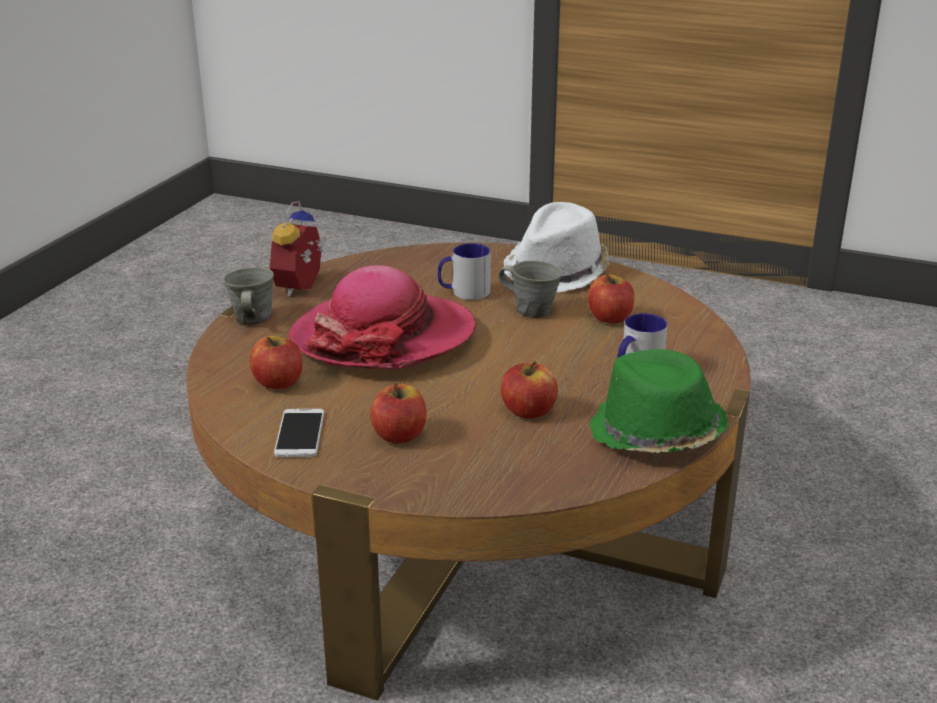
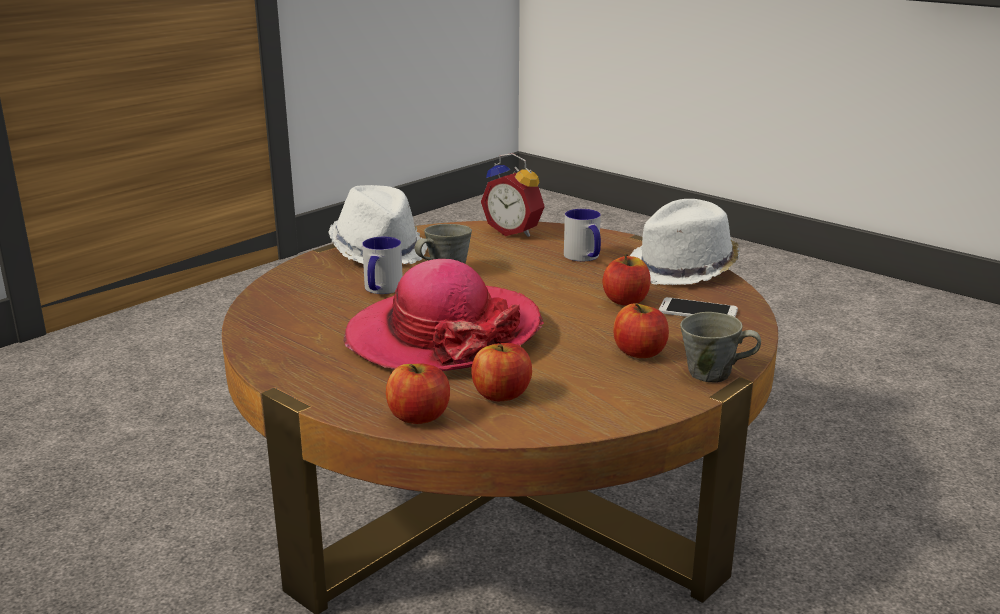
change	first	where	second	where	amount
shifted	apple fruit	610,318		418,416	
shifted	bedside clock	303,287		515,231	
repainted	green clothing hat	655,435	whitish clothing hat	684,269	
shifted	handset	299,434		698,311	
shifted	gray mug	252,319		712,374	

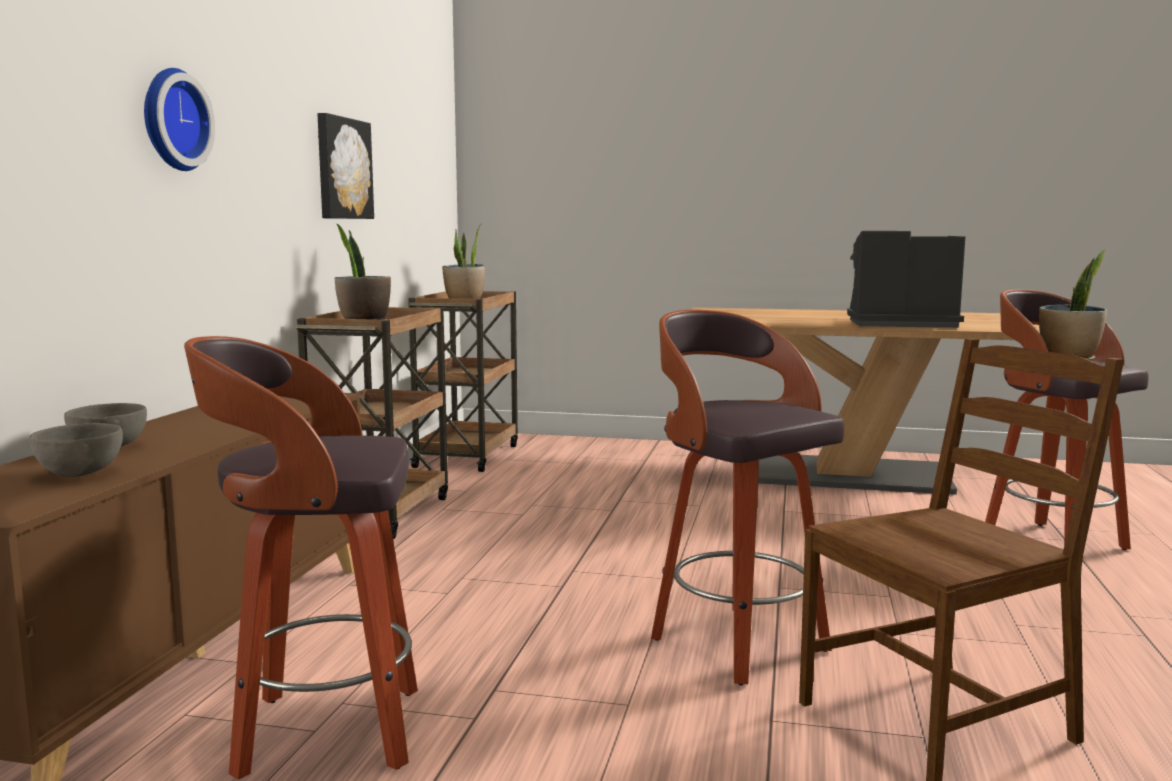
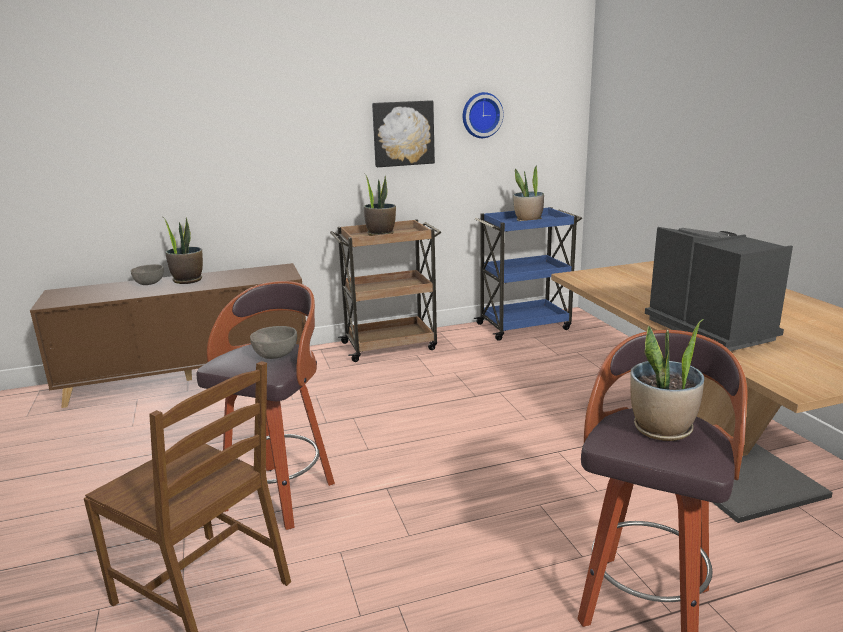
change	first	where	second	where	amount
new			plant in a pot	188,280	
shifted	gray deep dish	78,474		275,356	
shifted	clock on the wall	171,120		481,115	
repainted	brown-coloured cart	467,455	blue cart	525,326	
gone	stool seat	324,733			

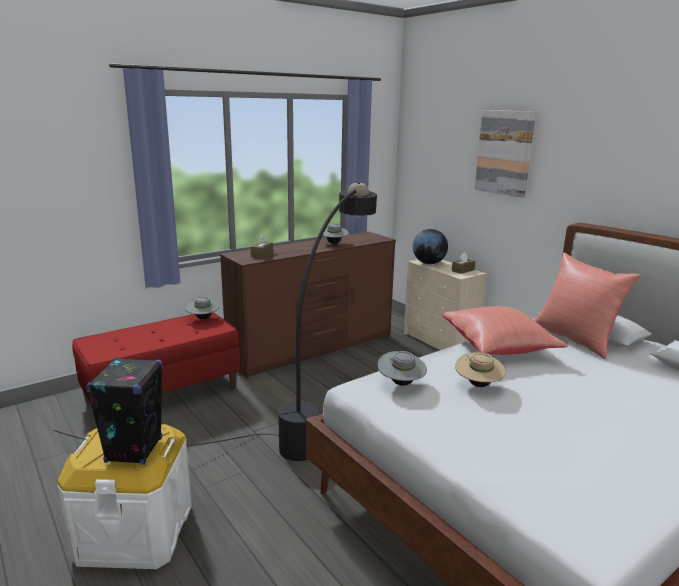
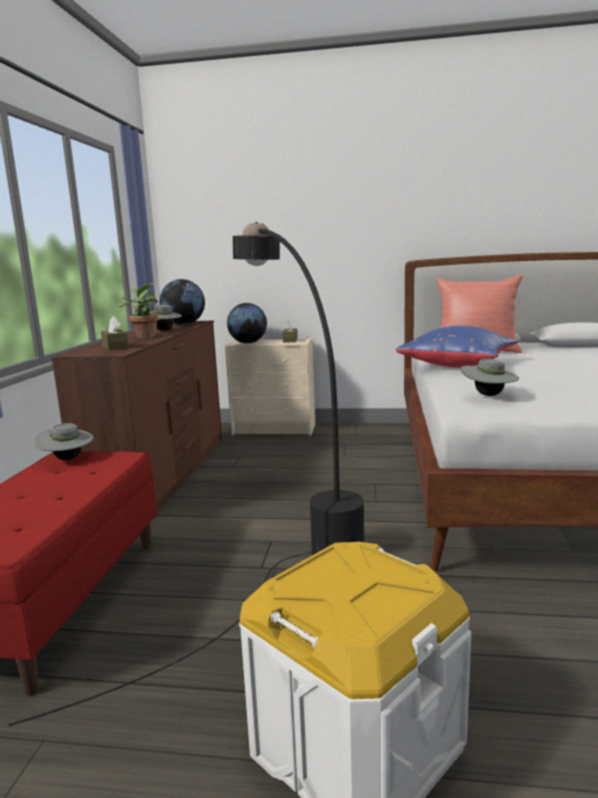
change	first	where	second	where	amount
new			plant in a pot	143,336	
new			world globe	184,324	
repainted	red pillow	499,347	blue pillow	458,365	
gone	black-coloured loudspeaker	134,450			
gone	sand-coloured clothing hat	478,385			
gone	wall picture	504,152			

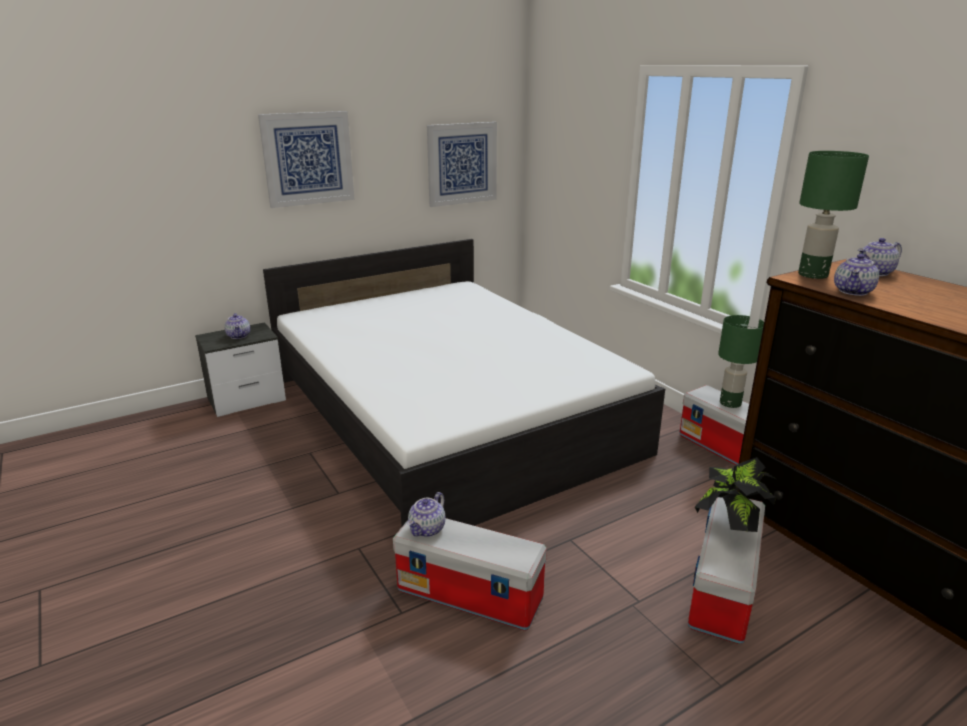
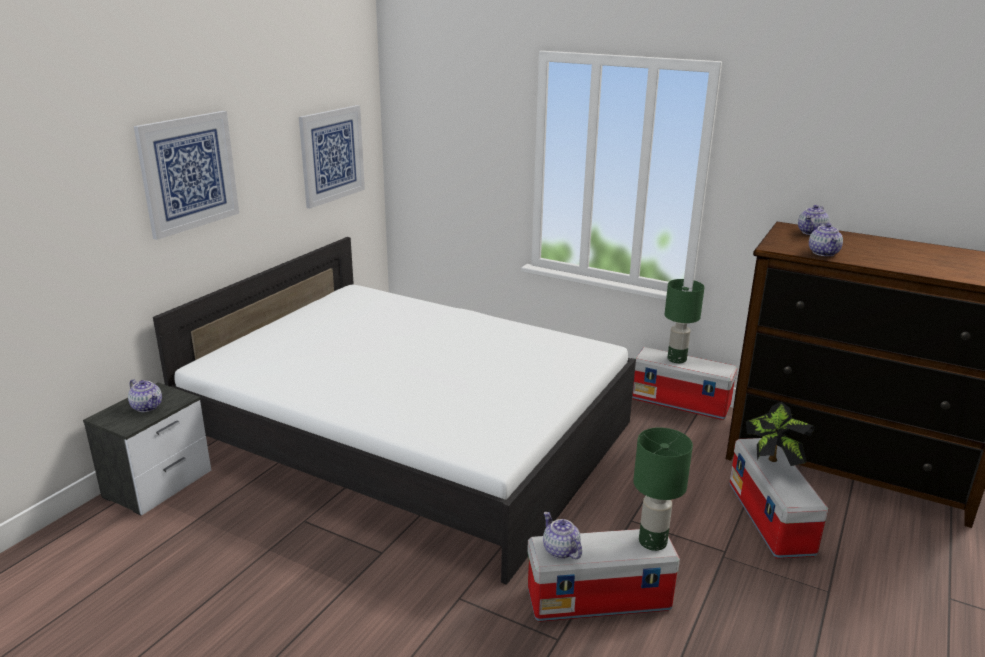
change	first	where	second	where	amount
rotated	tea pot	427,529		560,550	150 degrees clockwise
shifted	green tabletop lamp	812,275		651,542	

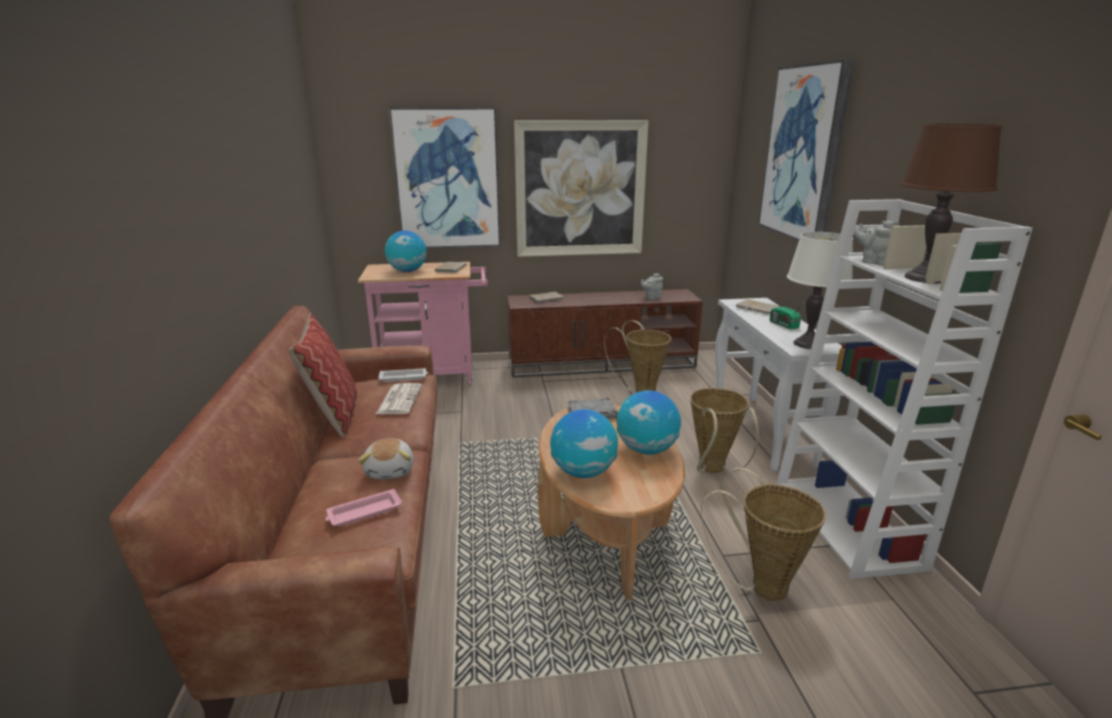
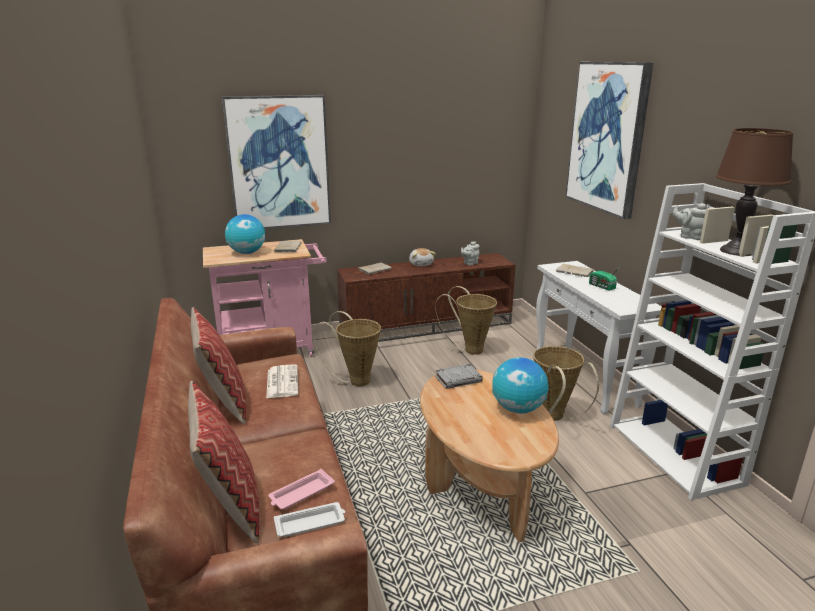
change	first	where	second	where	amount
new			pillow	230,506	
shifted	whitish carrying tray	404,377		311,523	
shifted	storage basket	760,585		355,380	
shifted	soft toy	391,470		421,264	
gone	wall picture	580,189			
gone	world globe	583,472			
gone	whitish tabletop lamp	808,344			

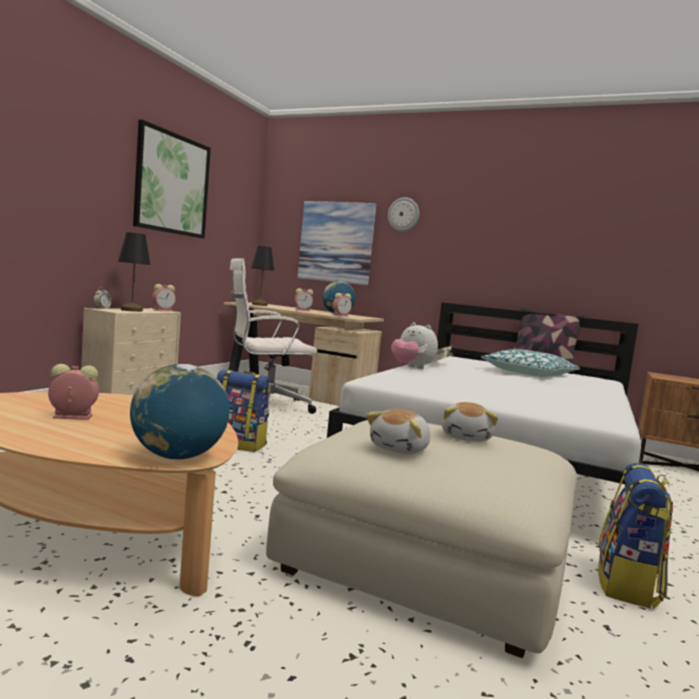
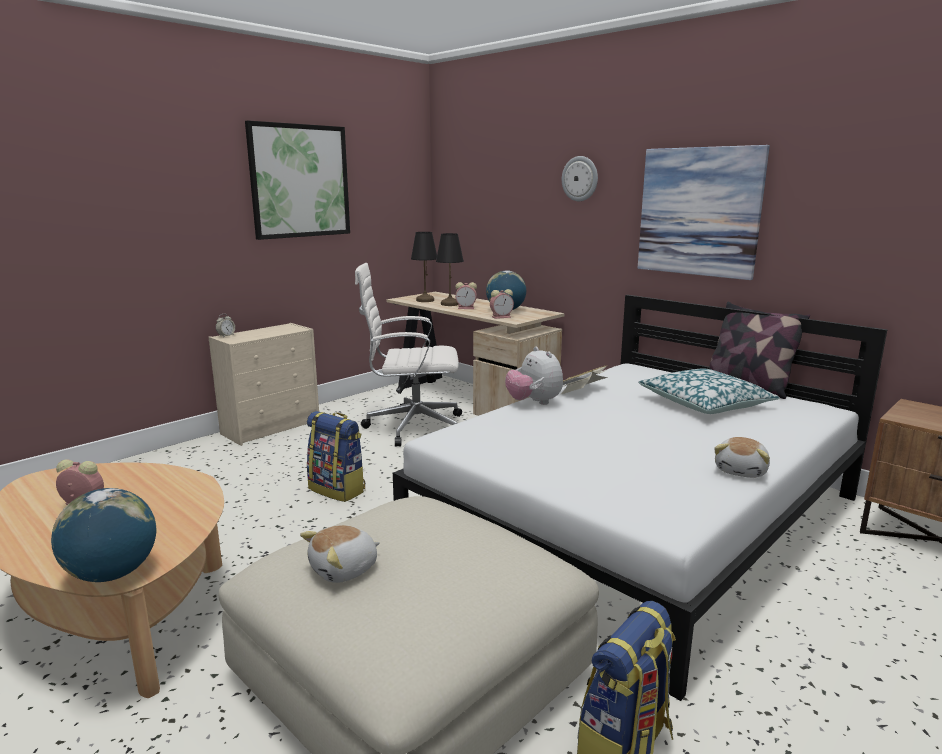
change	first	where	second	where	amount
shifted	black-coloured tabletop lamp	132,310		450,304	
shifted	wall picture	336,242		699,212	
shifted	soft toy	466,437		741,471	
gone	bedside clock	163,310			

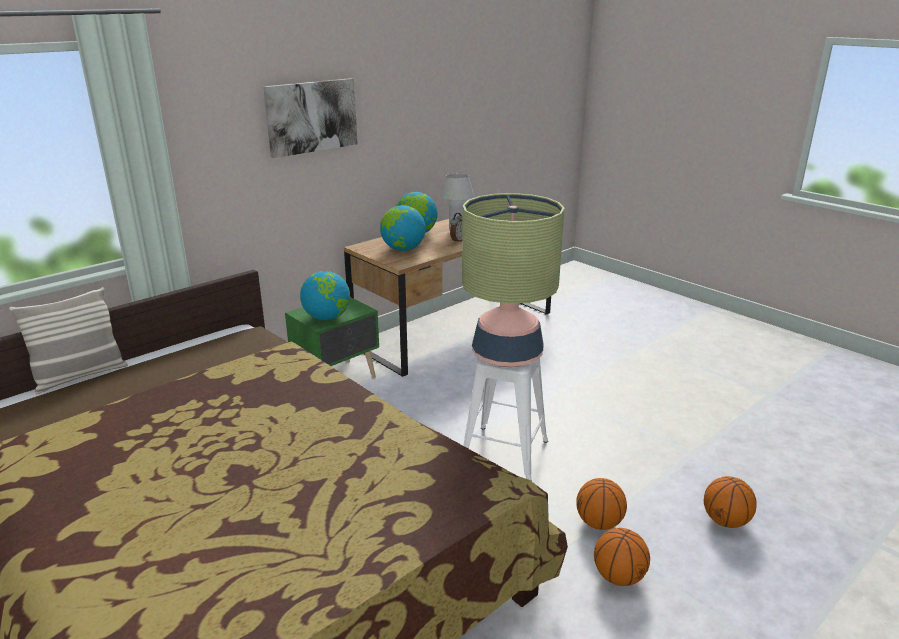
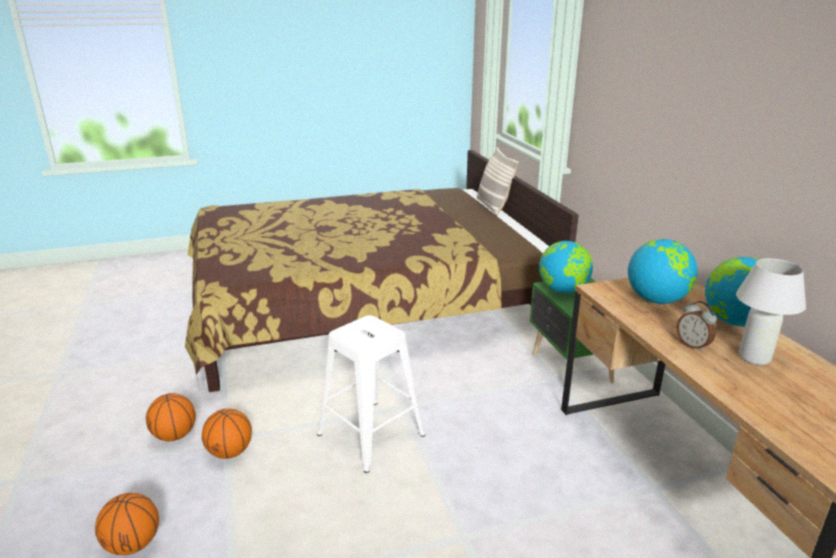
change	first	where	second	where	amount
gone	wall picture	311,116			
gone	tabletop lamp	507,355			

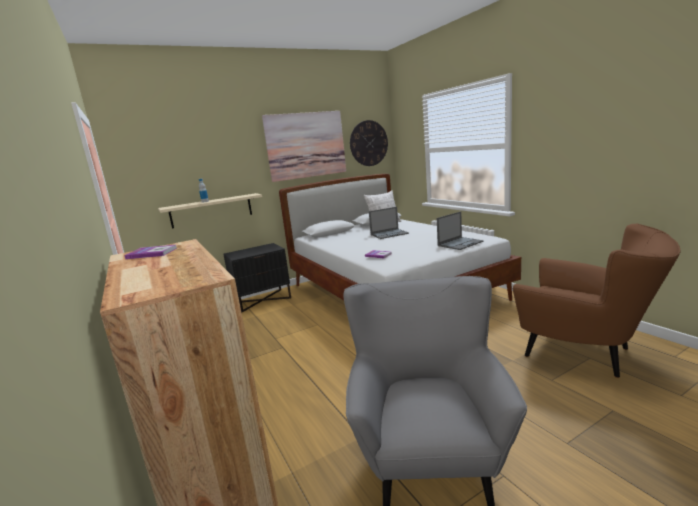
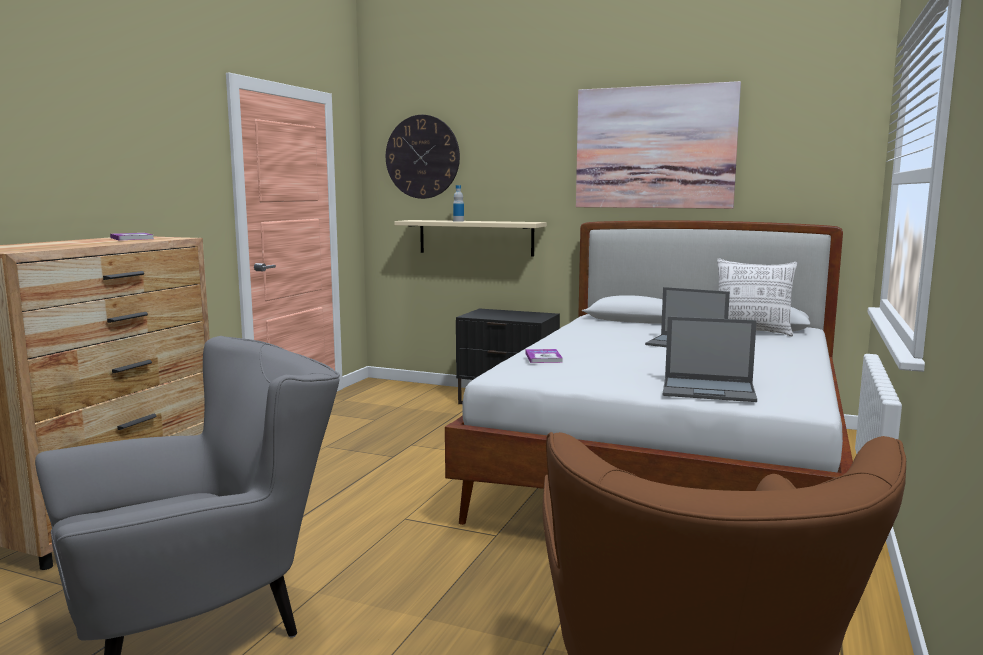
change	first	where	second	where	amount
shifted	clock on the wall	368,143		422,157	

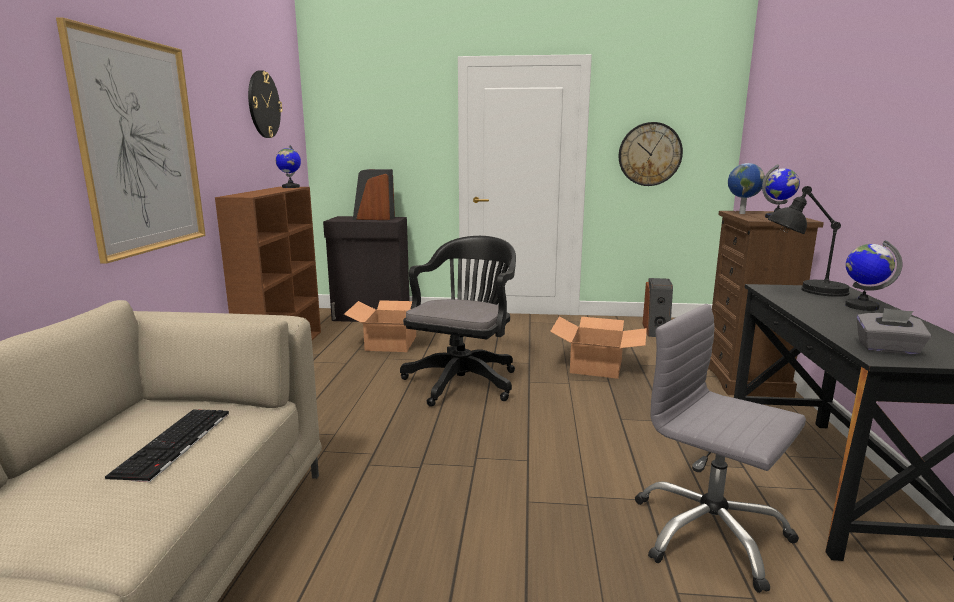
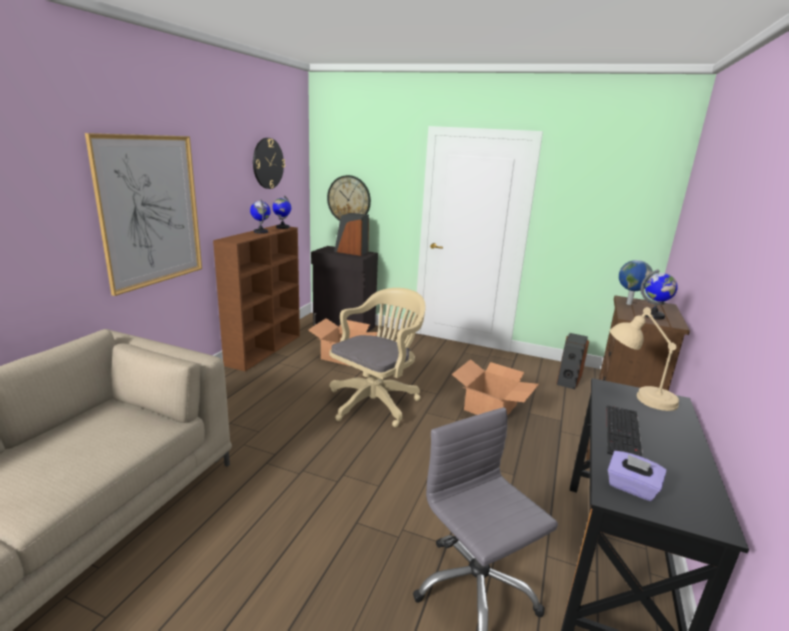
change	first	where	second	where	amount
shifted	world globe	861,306		261,232	
shifted	clock on the wall	650,154		349,199	
repainted	black-coloured office chair	463,380	sand-coloured office chair	376,401	
shifted	keyboard	174,444		624,433	
repainted	gray box of tissues	888,349	purple-coloured box of tissues	631,488	
repainted	black-coloured tabletop lamp	804,290	sand-coloured tabletop lamp	637,396	

